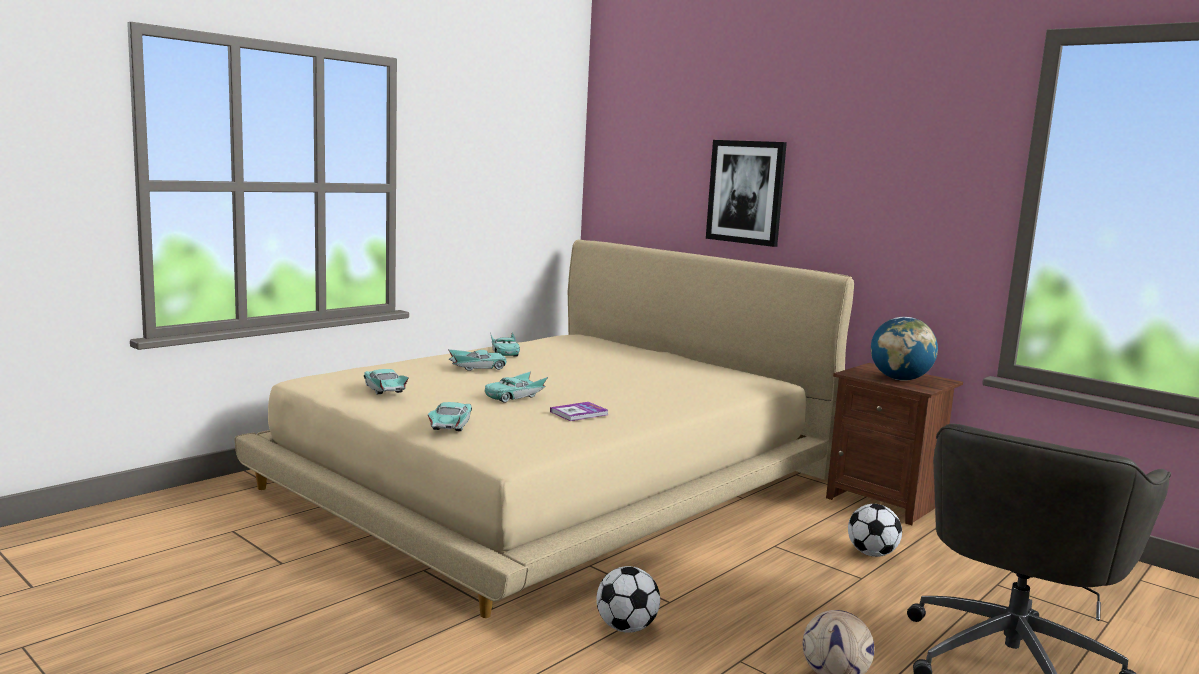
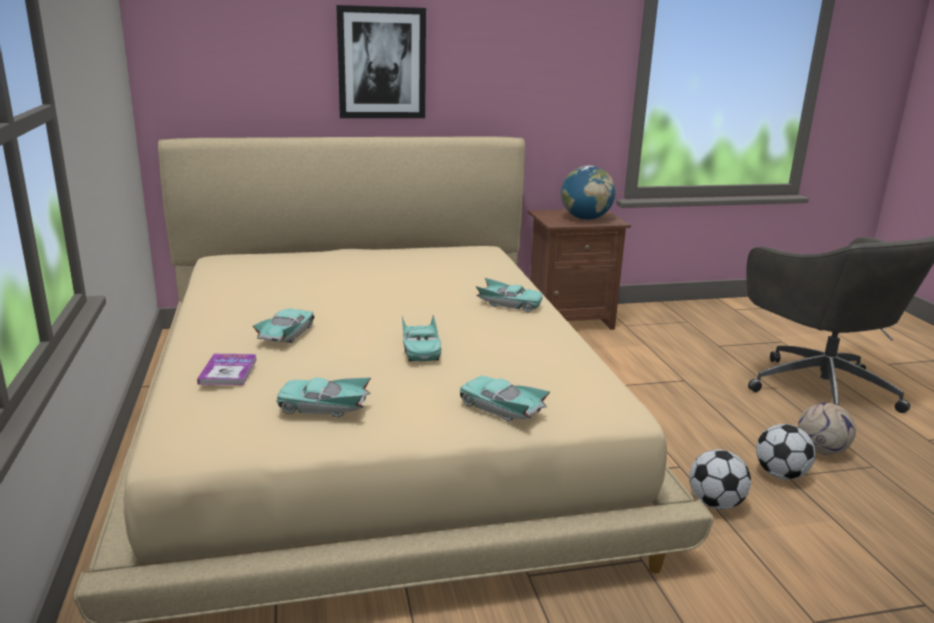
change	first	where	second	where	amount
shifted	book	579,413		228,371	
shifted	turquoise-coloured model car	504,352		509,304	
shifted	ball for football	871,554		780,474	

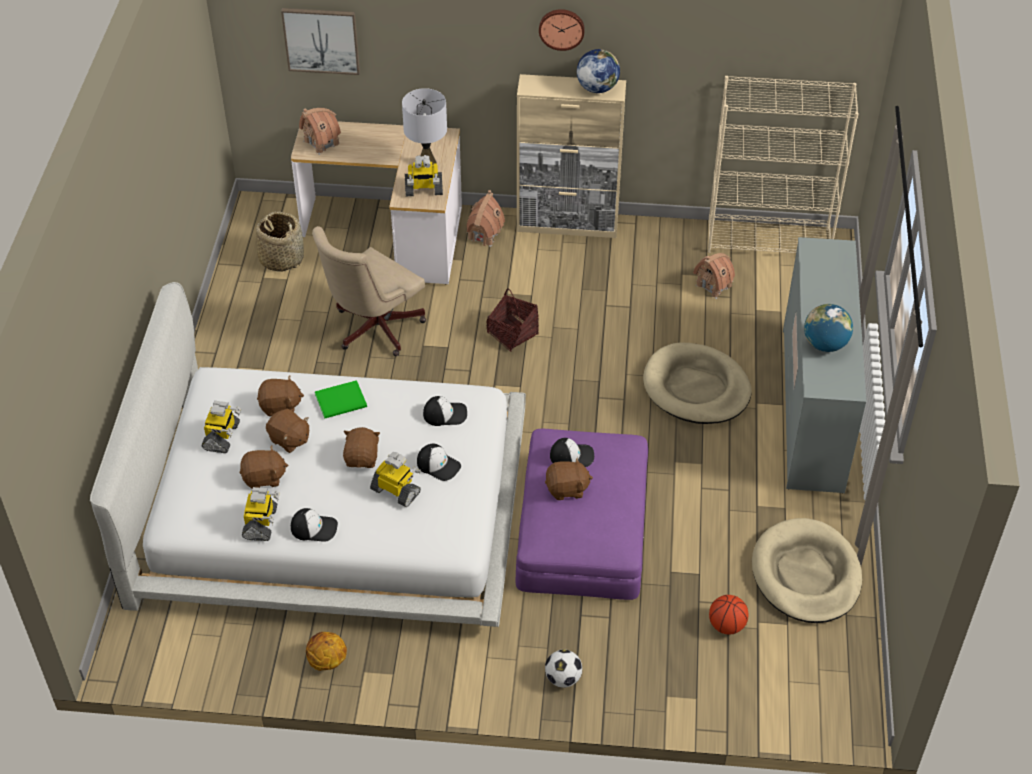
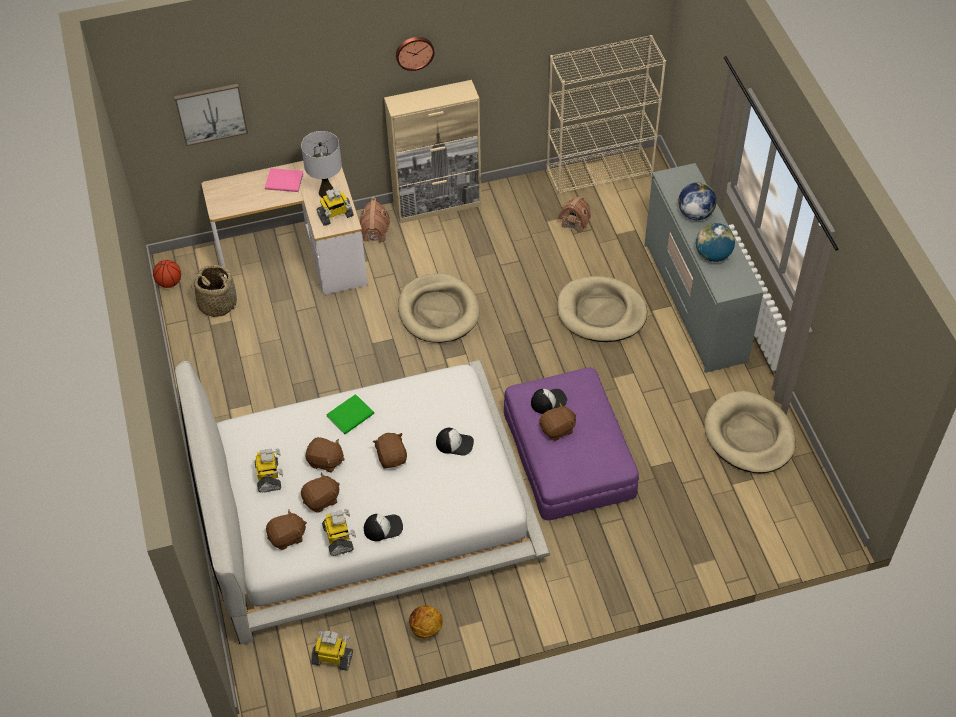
change	first	where	second	where	amount
shifted	ball for basketball	726,625		169,283	
new			pink-coloured book	285,182	
shifted	brown-coloured soft toy	280,406		287,537	
shifted	robot figure	396,491		333,657	
swapped	storage basket	512,333	sand-coloured dog bed	438,311	
shifted	world globe	597,88		695,214	
gone	miniature house	321,142			
gone	sand-coloured office chair	373,329			
gone	baseball cap	445,414			
gone	ball for football	563,678			

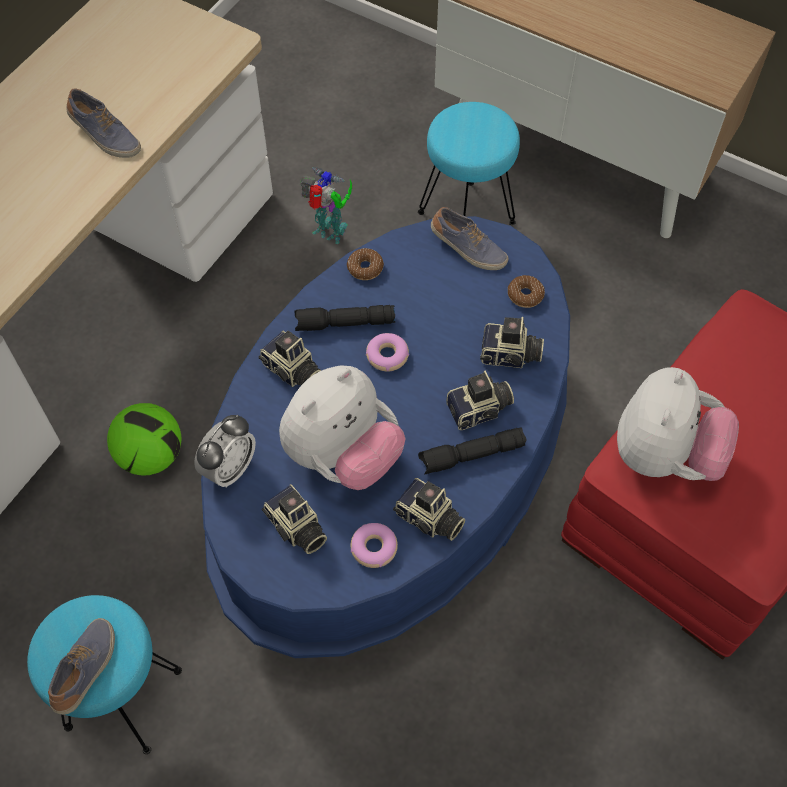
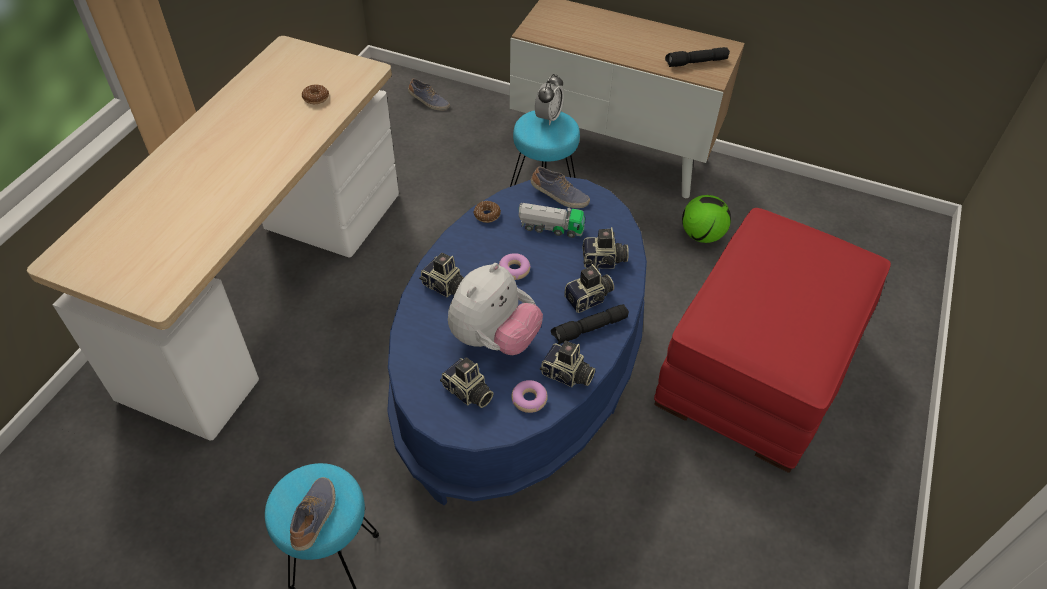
change	first	where	second	where	amount
shifted	ring doughnut	525,295		316,98	
shifted	item of footwear	104,136		428,102	
new			toy lorry	550,228	
shifted	bedside clock	229,468		548,117	
shifted	black-coloured hand torch	344,324		696,63	
shifted	ball for football	151,455		702,235	
gone	robot figure	330,233			
gone	soft toy	664,455			

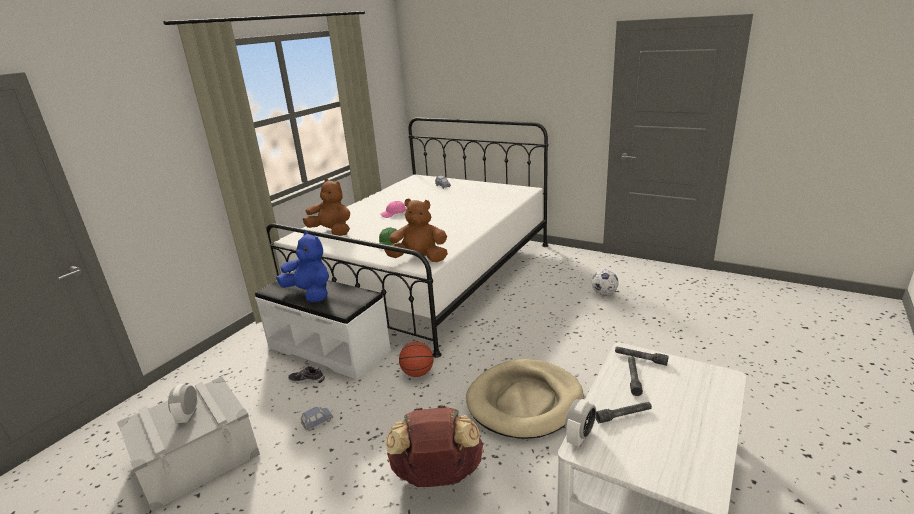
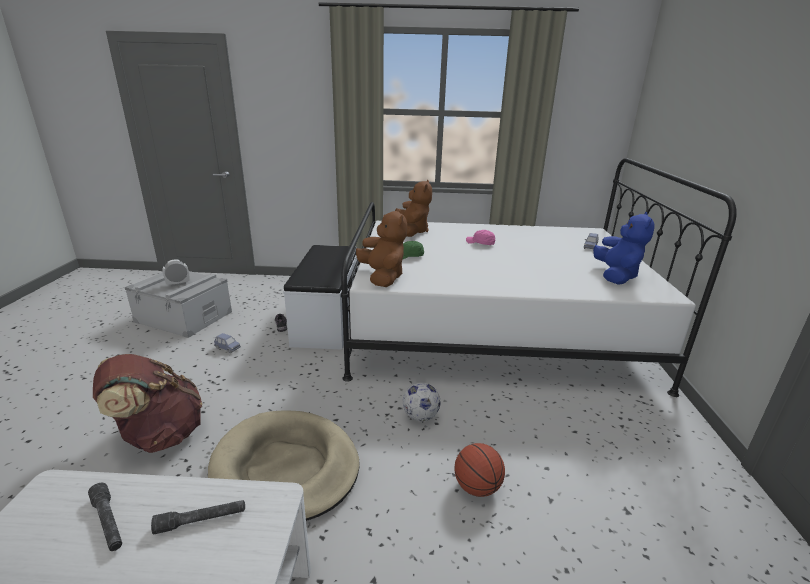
change	first	where	second	where	amount
shifted	ball for football	604,293		421,416	
shifted	ball for basketball	417,373		477,487	
shifted	blue soft toy	310,293		616,276	
gone	bedside clock	579,437			
gone	gray hand torch	640,359			

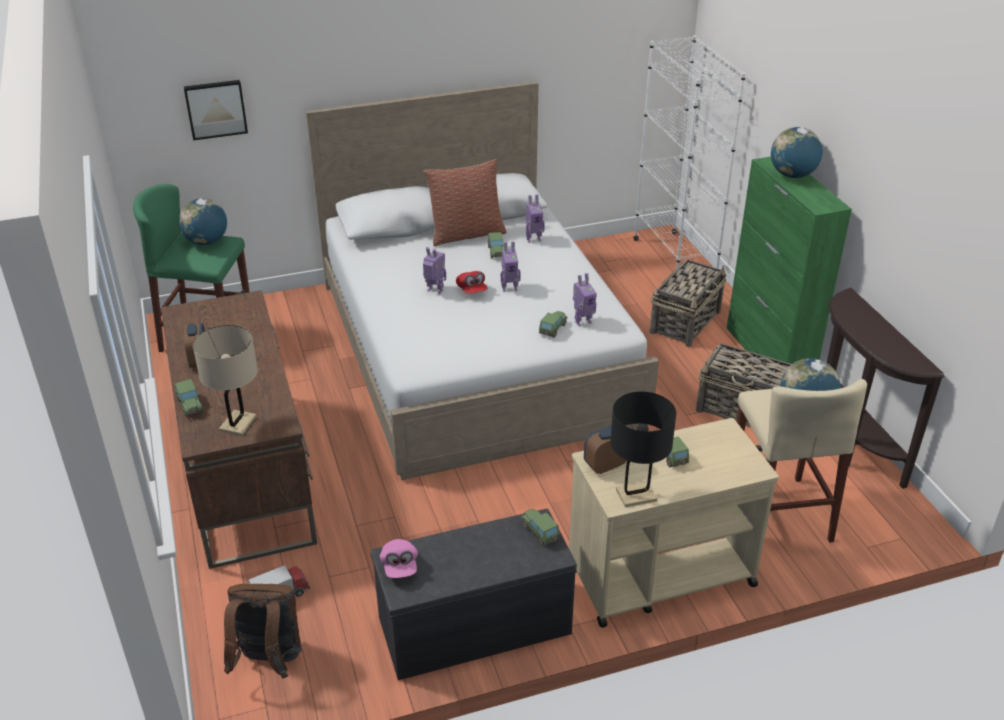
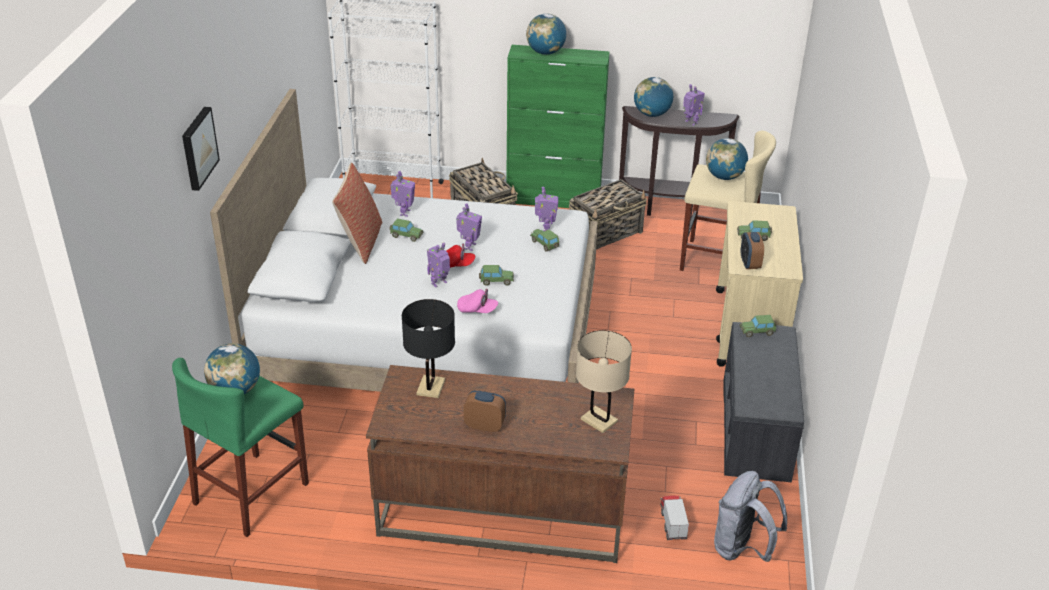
change	first	where	second	where	amount
shifted	wall picture	216,109		198,148	
shifted	black-coloured tabletop lamp	636,495		431,387	
shifted	pink-coloured baseball cap	399,566		477,310	
shifted	model car	190,405		496,281	
new			world globe	652,114	
new			robot figure	690,122	
repainted	brown-coloured knapsack	268,661	gray knapsack	742,548	

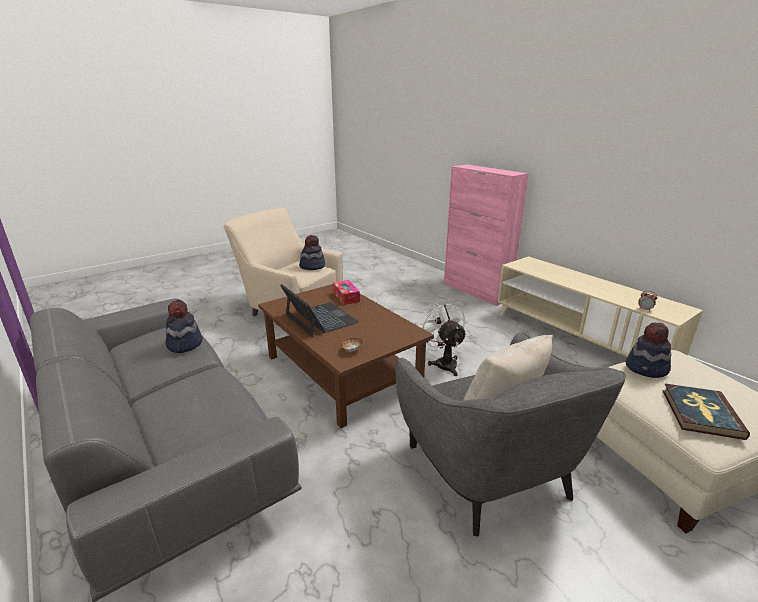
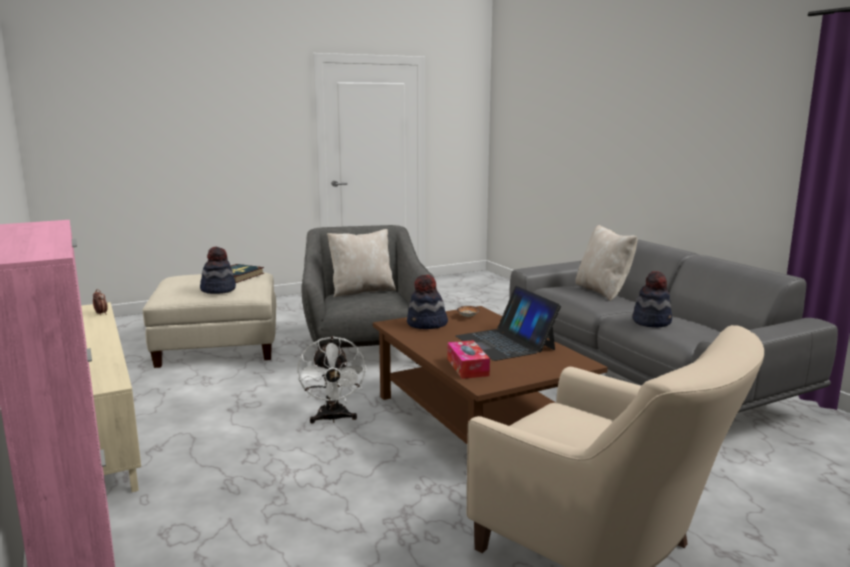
change	first	where	second	where	amount
shifted	clothing hat	312,266		427,324	
new			sand-coloured pillow	603,292	

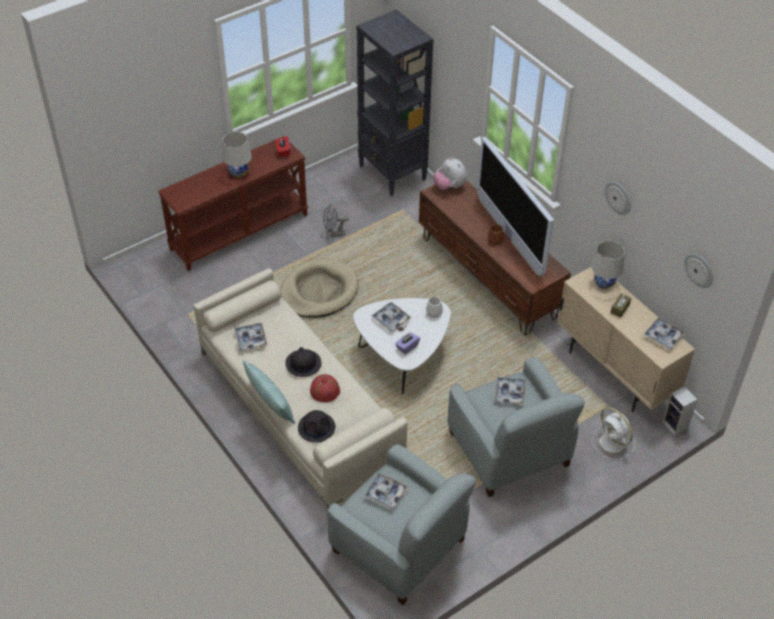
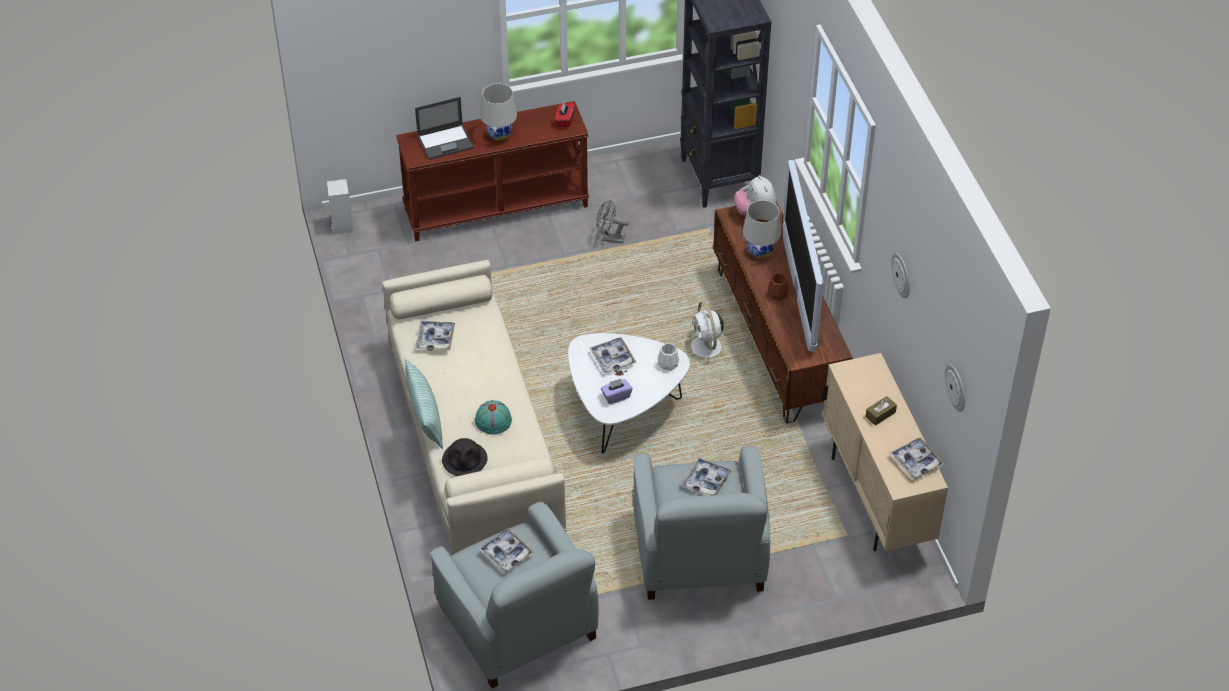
change	first	where	second	where	amount
shifted	loudspeaker	676,425		343,226	
new			notebook computer	446,142	
repainted	red clothing hat	324,390	turquoise-coloured clothing hat	493,420	
shifted	whitish cooling fan	613,443		706,348	
shifted	whitish tabletop lamp	604,283		760,251	
gone	sand-coloured dog bed	319,291			
gone	black-coloured clothing hat	303,363			

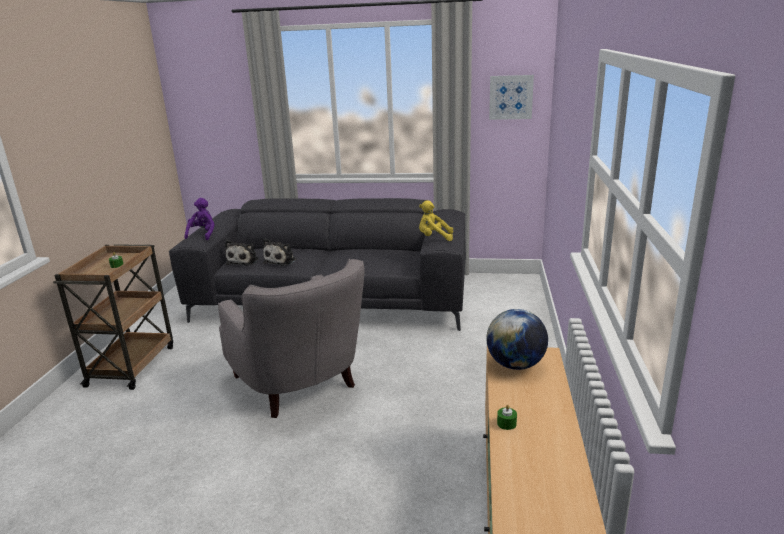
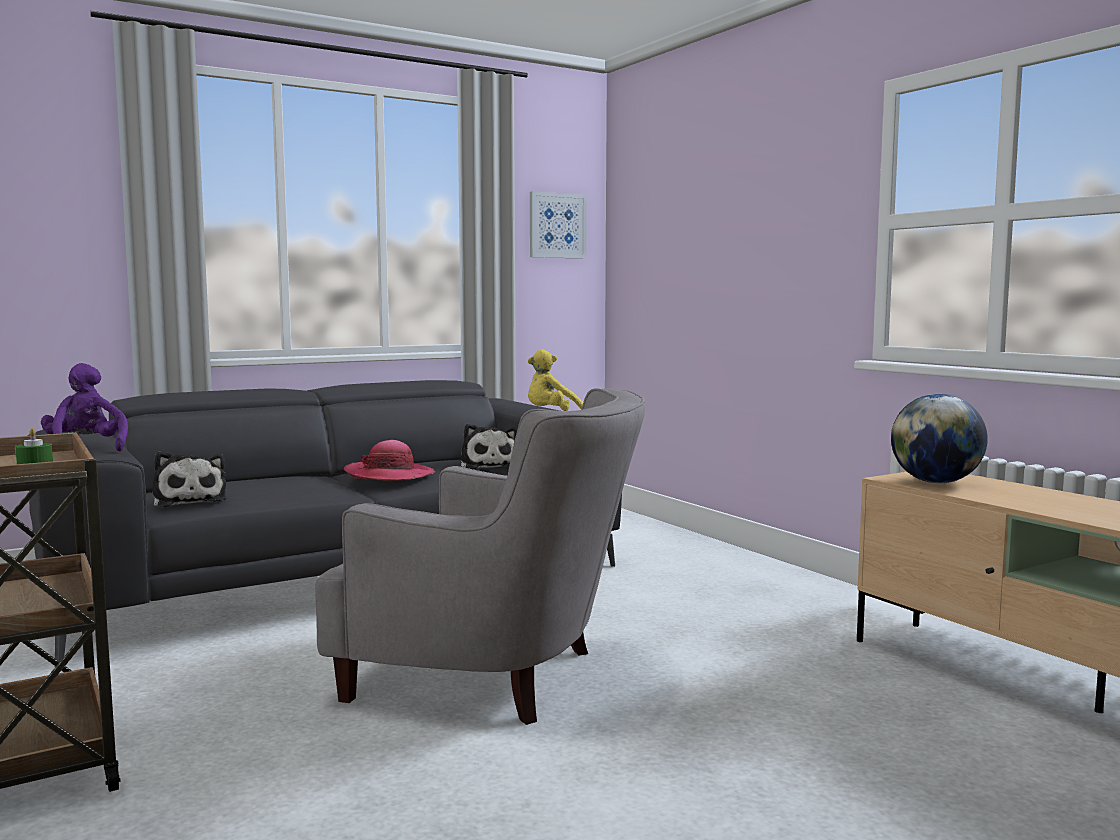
change	first	where	second	where	amount
new			clothing hat	389,475	
shifted	soft toy	281,260		488,465	
gone	green wax candle	506,423			

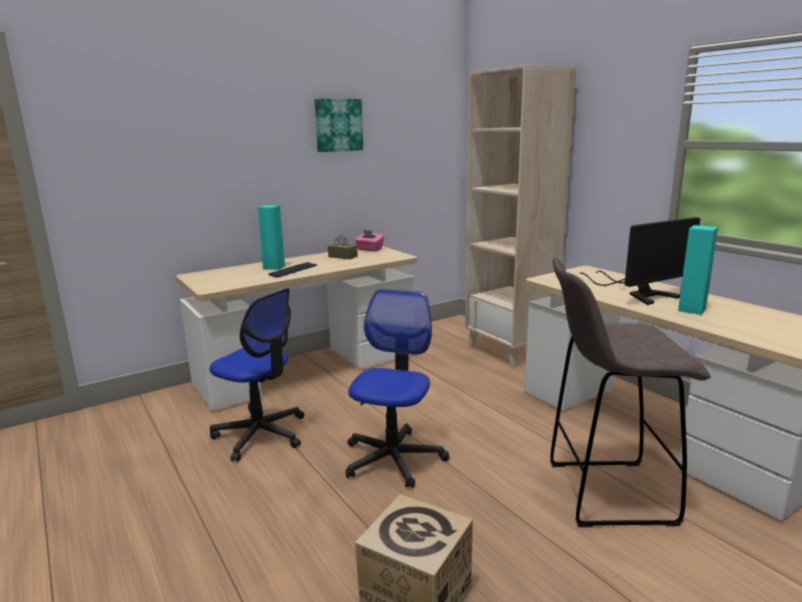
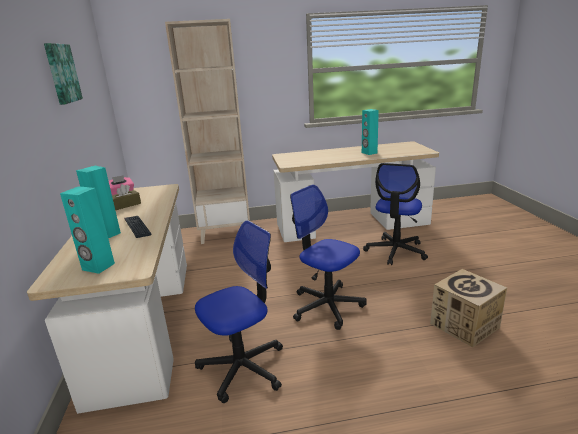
change	first	where	second	where	amount
new			turquoise-coloured loudspeaker	98,267	
swapped	gray stool seat	605,492	office chair	395,251	
gone	monitor	640,293			

